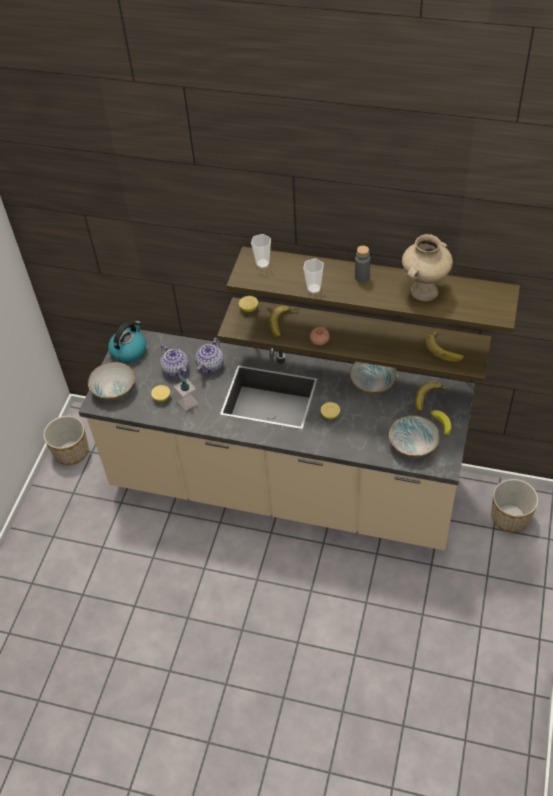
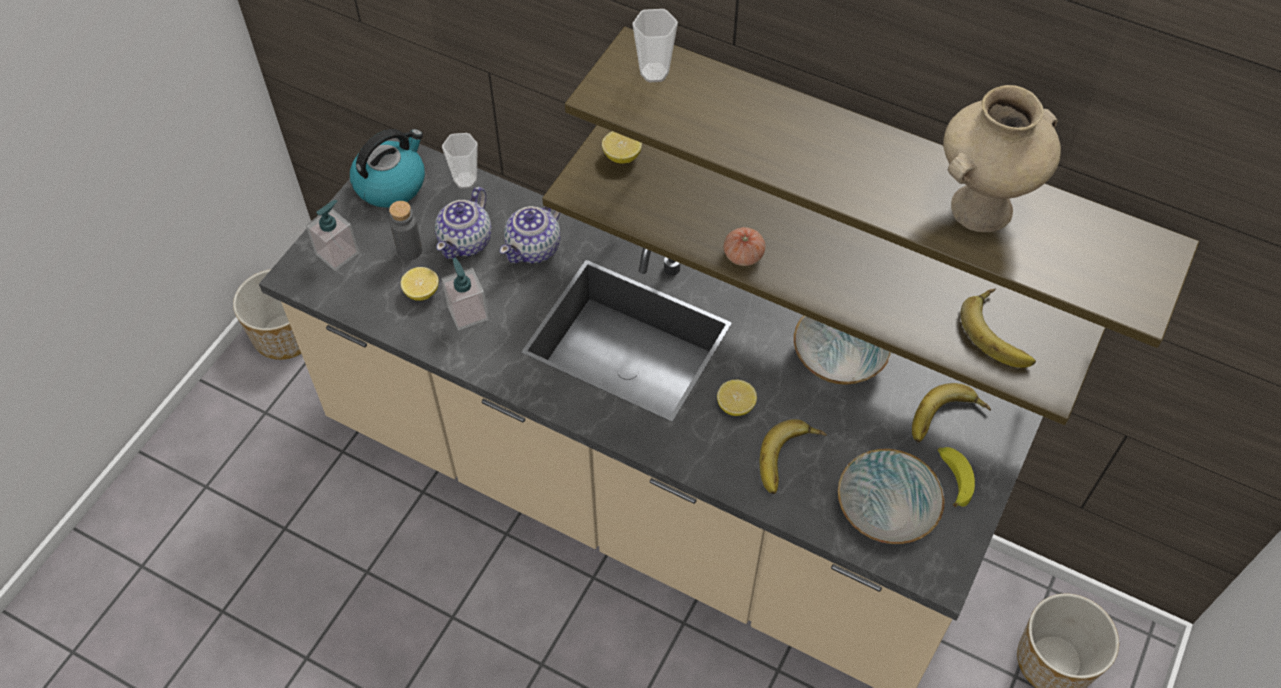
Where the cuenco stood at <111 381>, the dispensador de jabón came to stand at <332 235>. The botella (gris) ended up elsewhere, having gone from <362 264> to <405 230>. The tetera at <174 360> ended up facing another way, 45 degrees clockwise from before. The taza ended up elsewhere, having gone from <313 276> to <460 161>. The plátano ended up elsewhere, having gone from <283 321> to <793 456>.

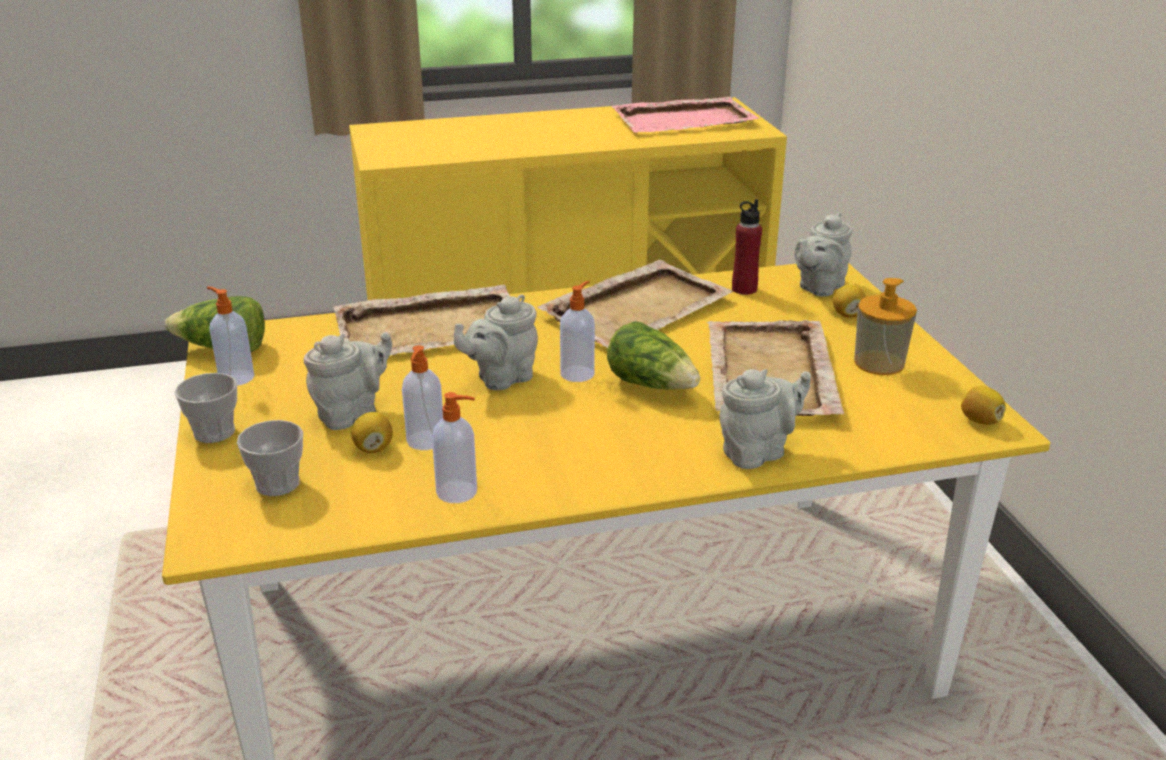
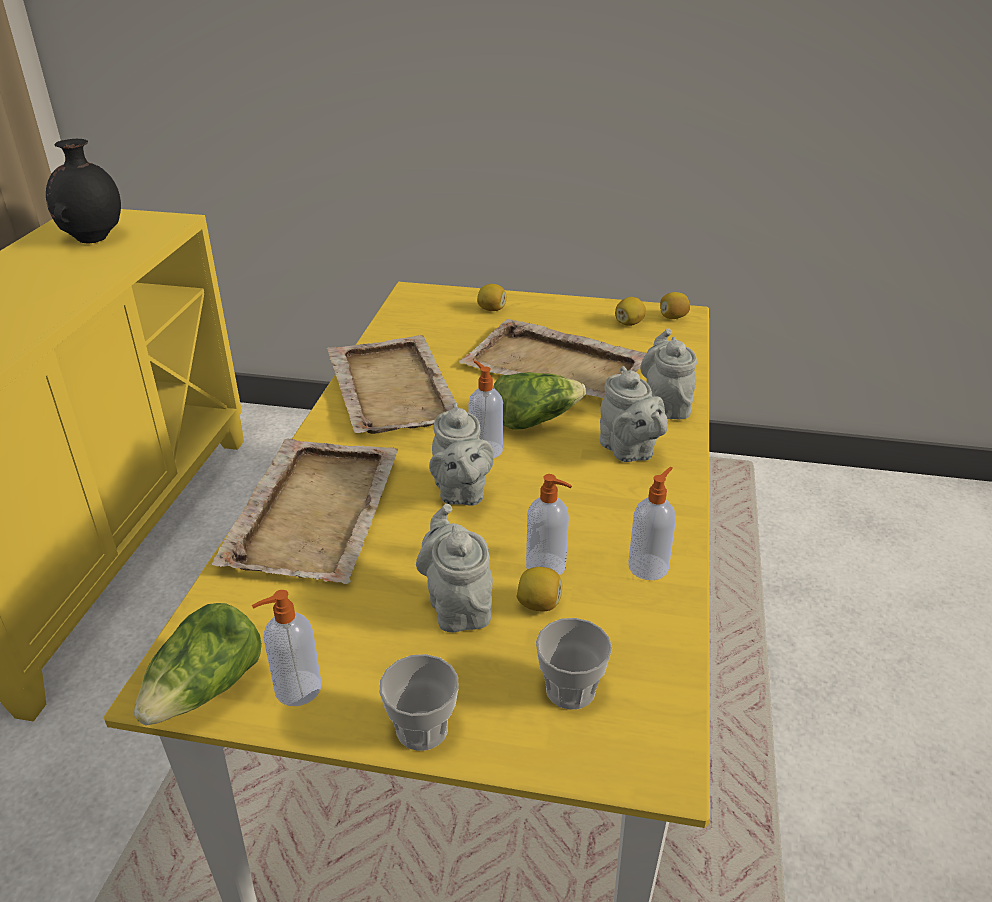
Where the bandeja (rosa) stood at <685 115>, the florero (negro) came to stand at <83 191>. The tetera (gris) ended up elsewhere, having gone from <823 254> to <634 414>. The second view gained the limón at <630 311>. The second view lost the botella (rojo) at <747 247>. The second view lost the dispensador de jabón at <885 326>.

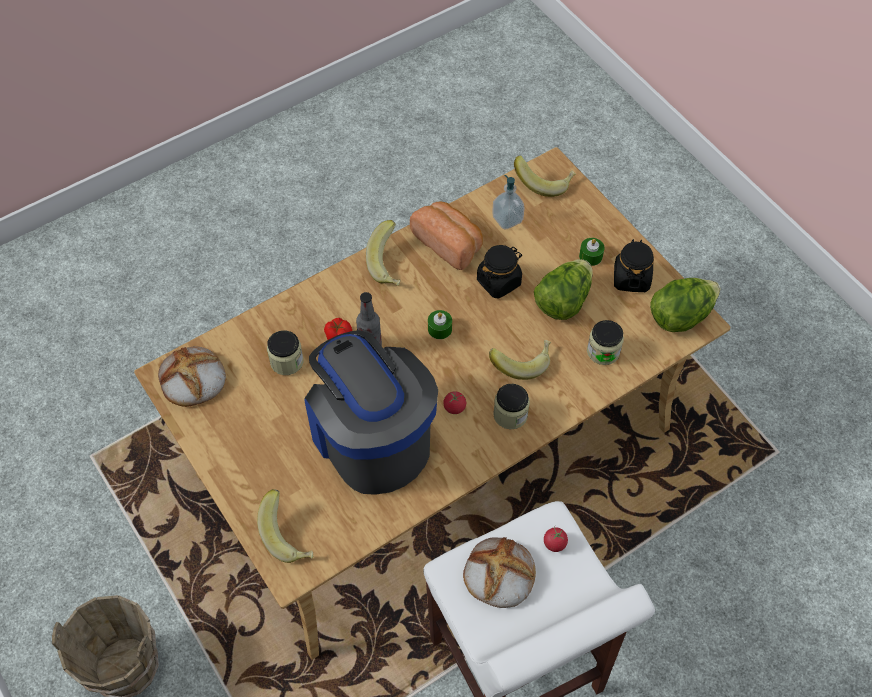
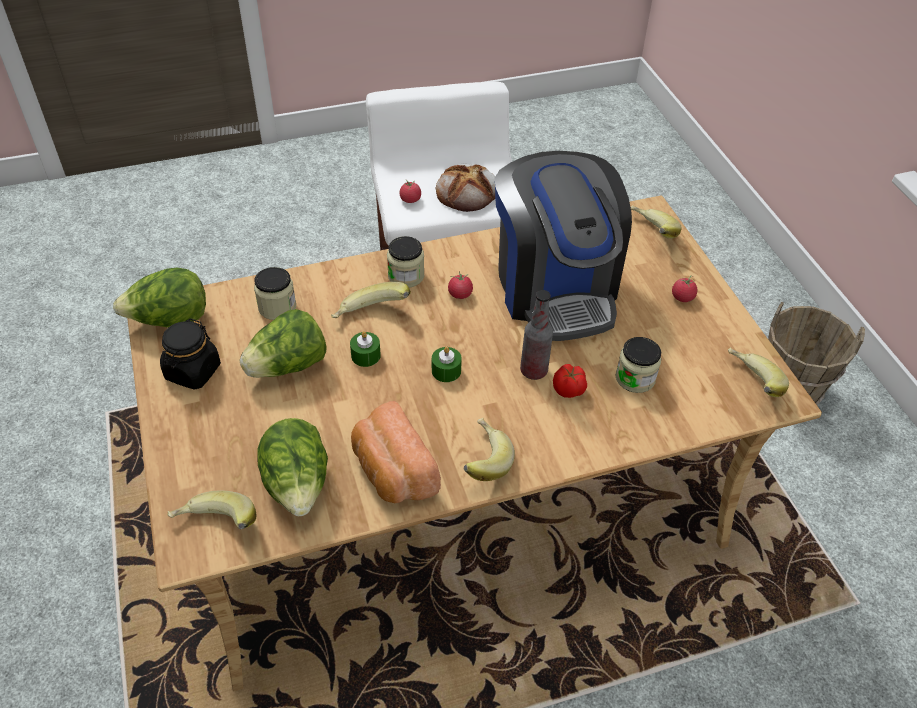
Where the dispensador de jabón stood at <508 202>, the lechuga came to stand at <292 467>. The vela (verde) ended up elsewhere, having gone from <591 252> to <365 349>. The second view gained the tomate at <685 288>. Where the pan stood at <192 376>, the plátano came to stand at <758 372>. The second view lost the tarro (negro) at <499 272>.

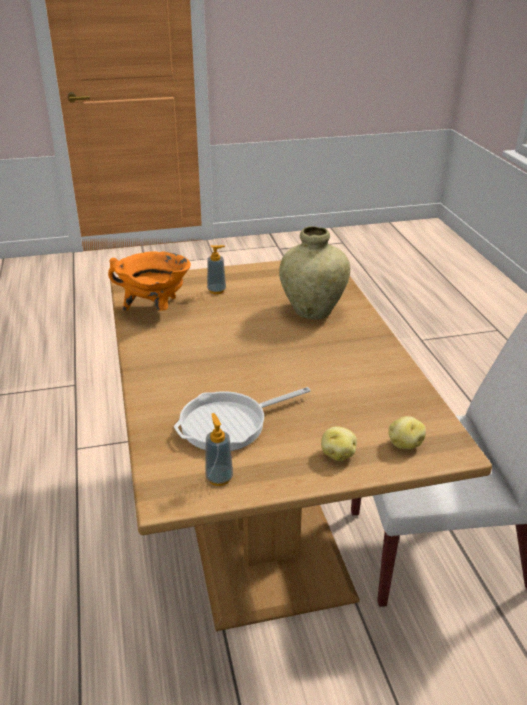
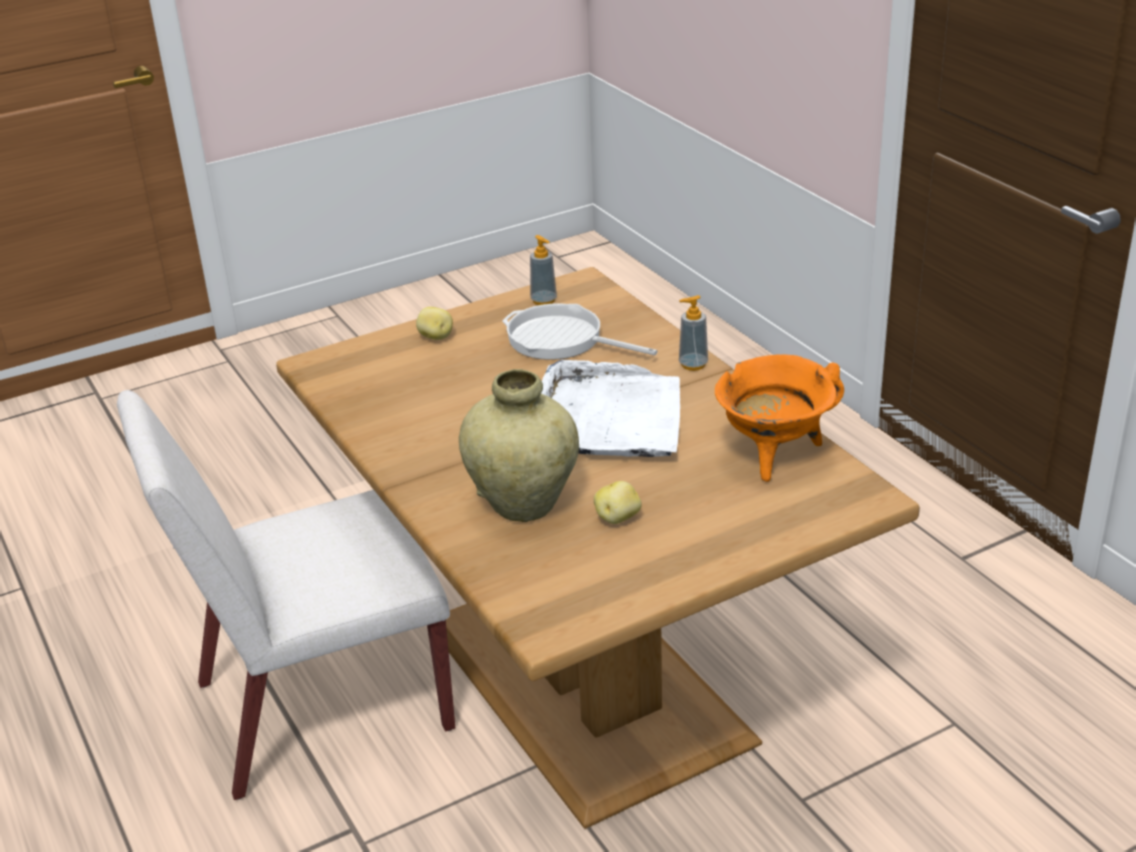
The sartén at <242 419> ended up facing another way, 105 degrees counterclockwise from before. The second view gained the bandeja (blanco) at <610 408>. The patata ended up elsewhere, having gone from <407 432> to <618 502>. The dispensador de jabón ended up elsewhere, having gone from <216 269> to <693 333>.

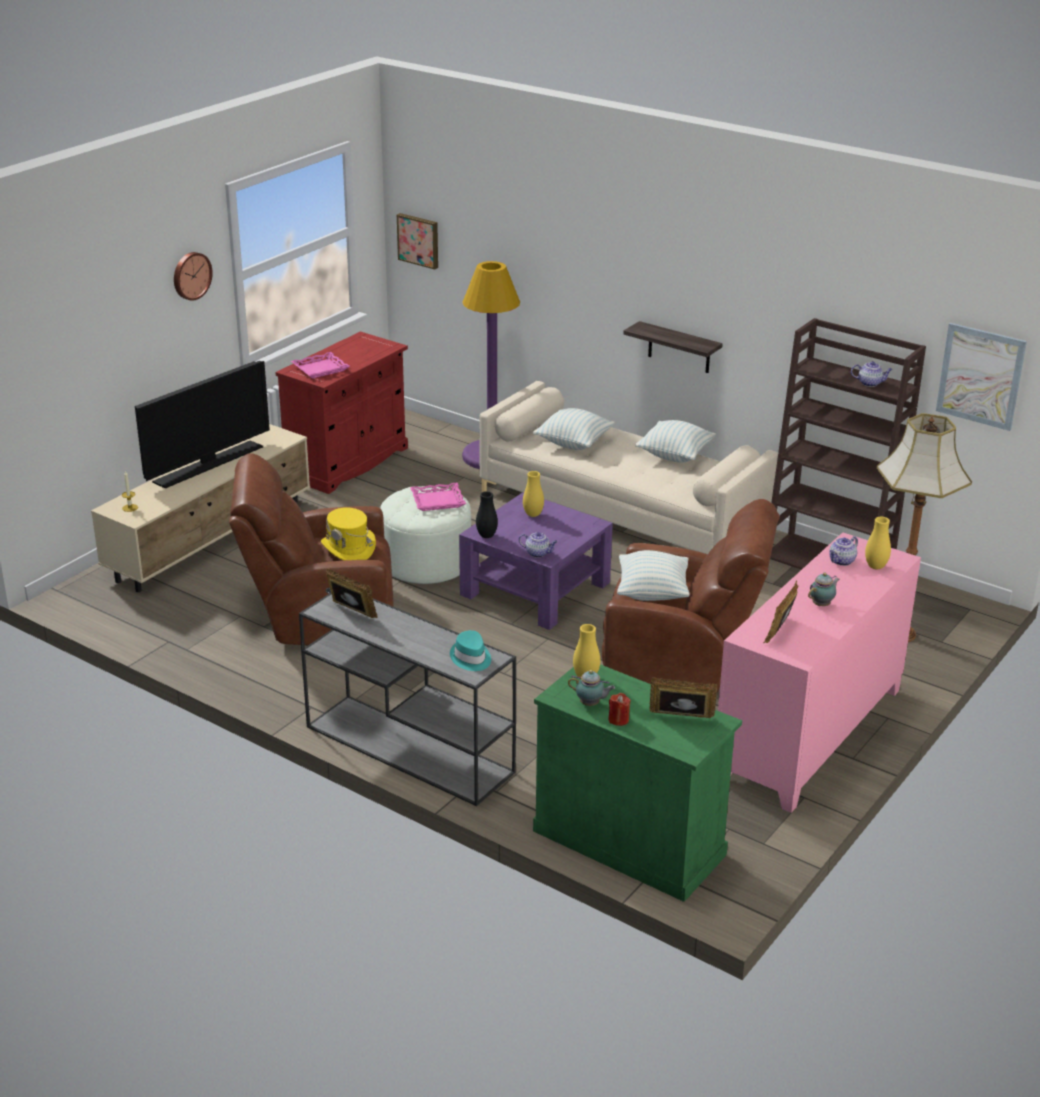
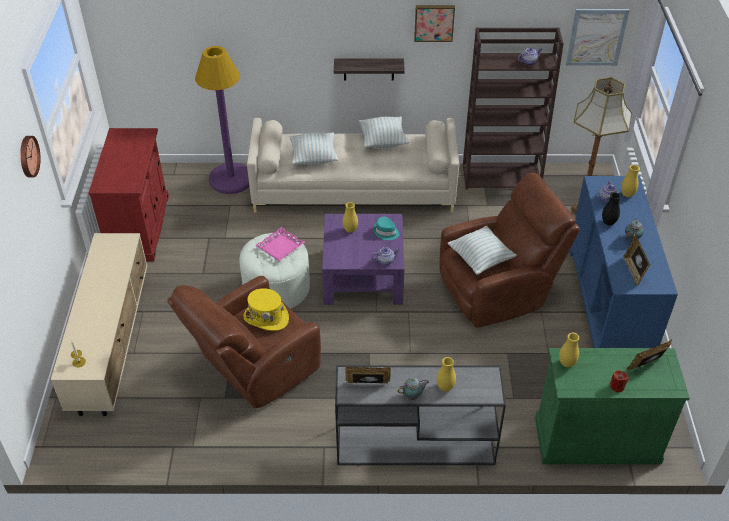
The sombrero (turquesa) ended up elsewhere, having gone from <470 650> to <386 228>. The tetera ended up elsewhere, having gone from <591 688> to <413 388>. The cuadro ended up elsewhere, having gone from <417 241> to <434 23>. The second view gained the florero (amarillo) at <446 374>. What was the armario (rosa) at <819 672> turned into the armario (azul) at <623 262>. The florero (negro) ended up elsewhere, having gone from <487 514> to <611 209>. The second view lost the televisor at <202 425>. The second view lost the bandeja (rosa) at <320 365>.

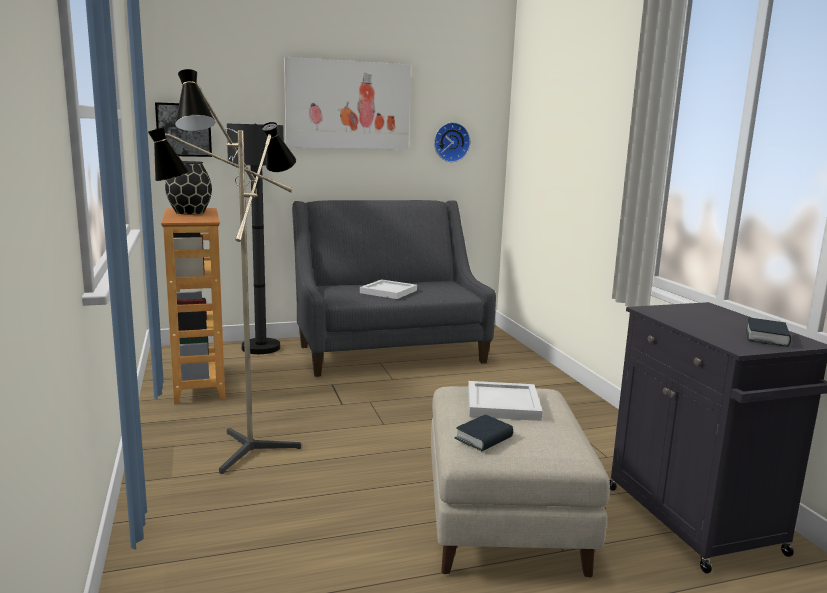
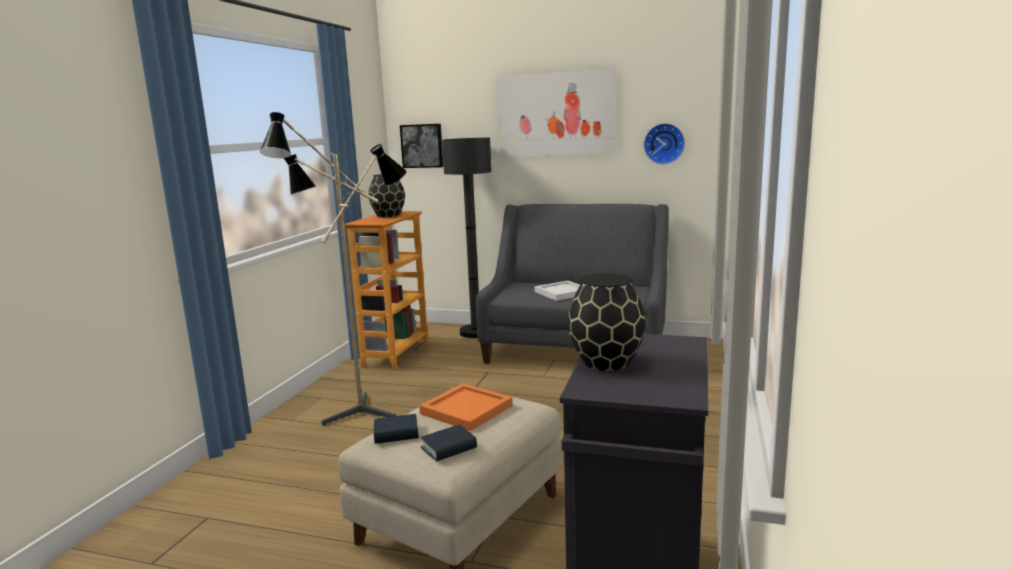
What was the bandeja (blanco) at <505 401> turned into the bandeja (naranja) at <466 407>. The libro ended up elsewhere, having gone from <768 332> to <449 443>. The second view gained the florero (negro) at <607 322>.

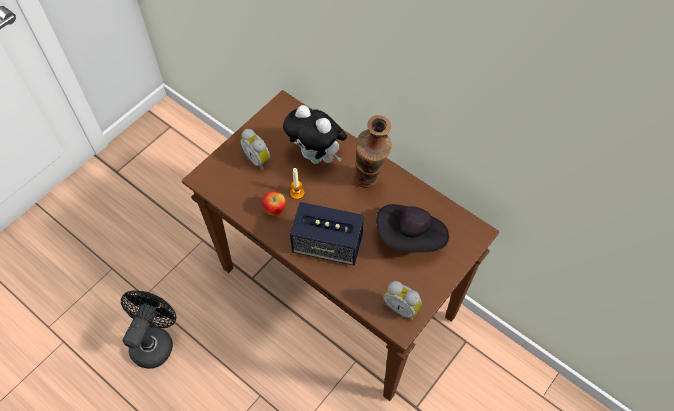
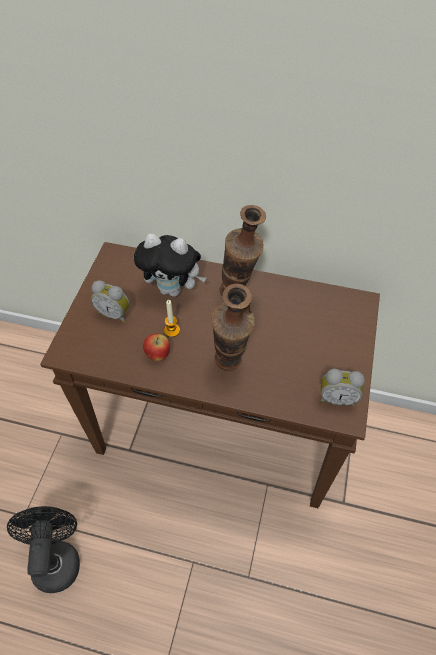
Where the altavoz stood at <327 234>, the florero came to stand at <233 327>. The second view lost the sombrero (negro) at <412 228>.

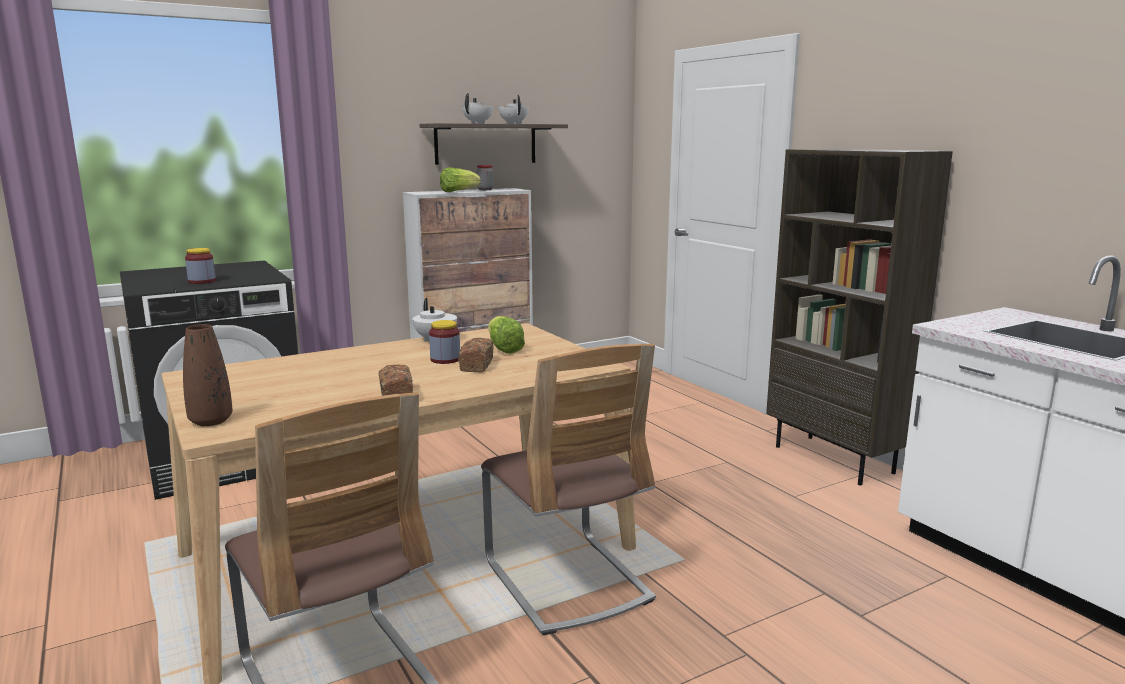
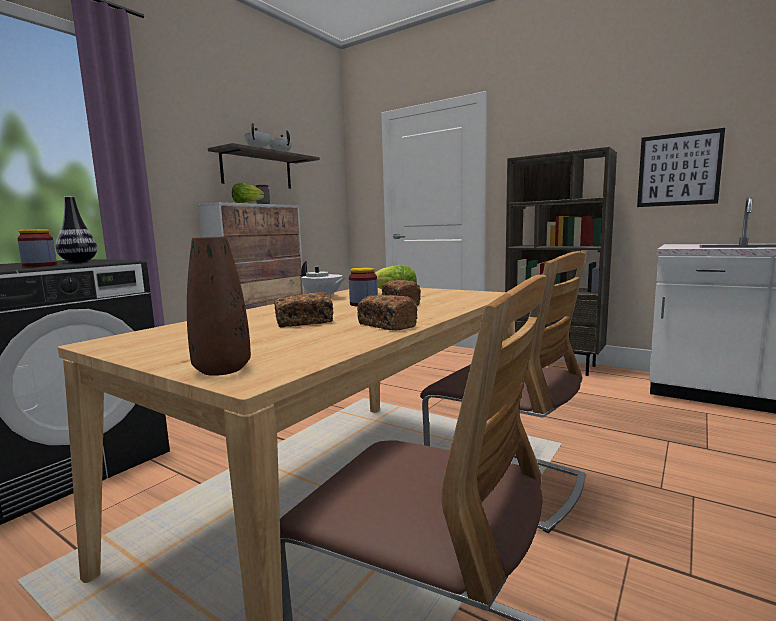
The second view gained the florero at <76 230>. The second view gained the pan at <304 310>. The second view gained the cuadro at <681 167>.

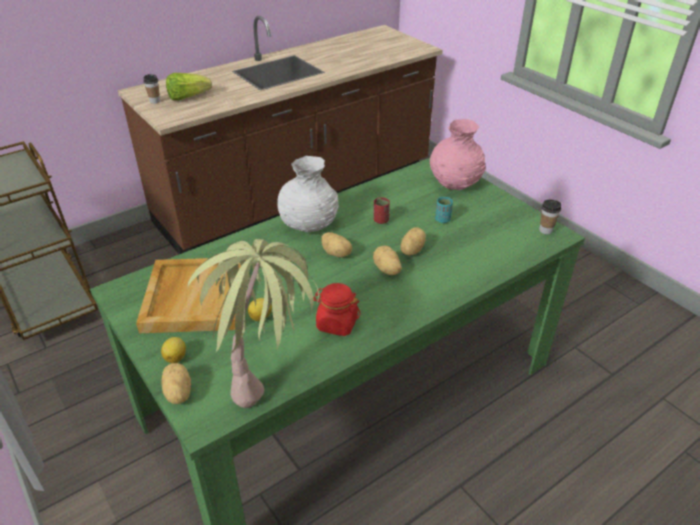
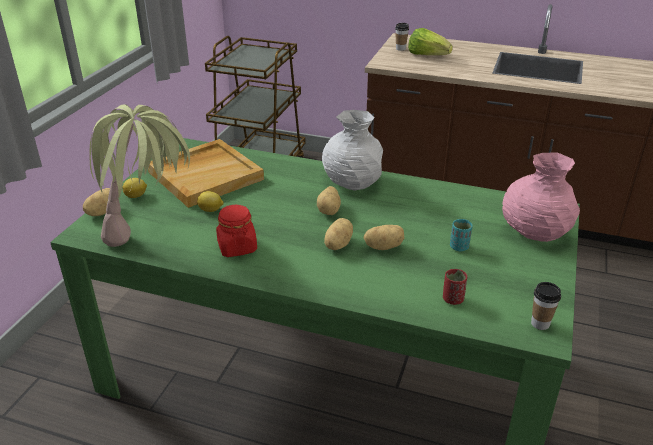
The taza (rojo) ended up elsewhere, having gone from <381 210> to <455 287>.

